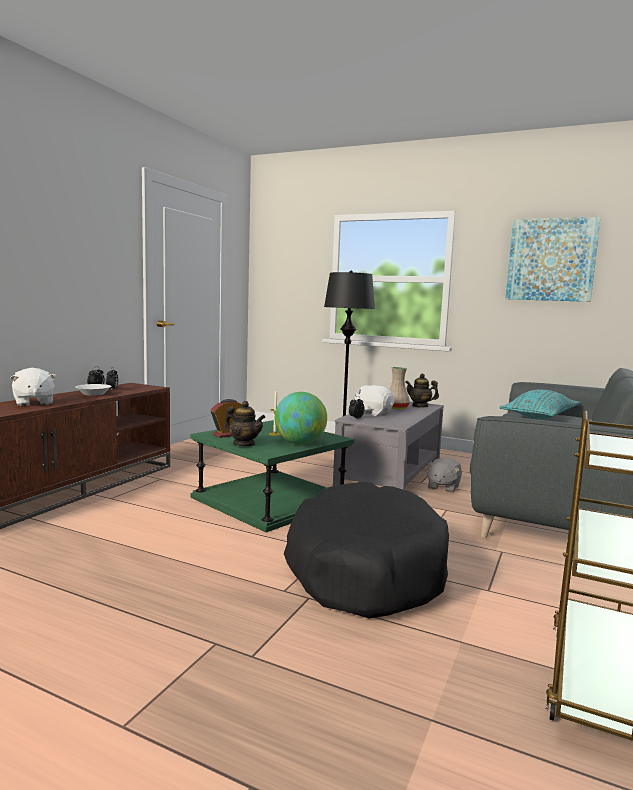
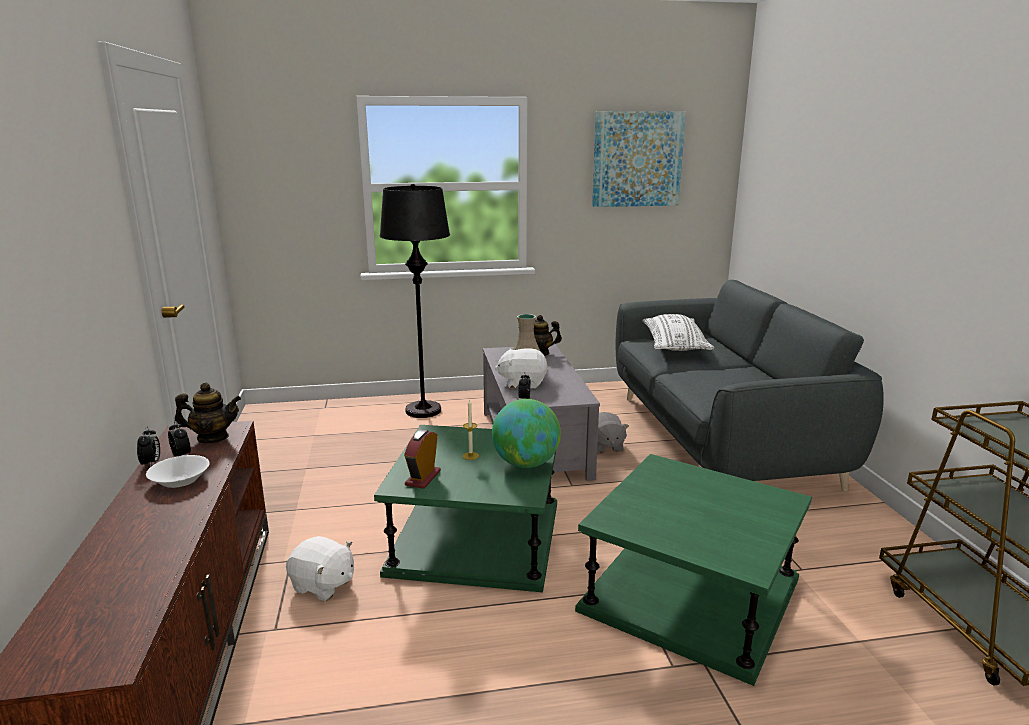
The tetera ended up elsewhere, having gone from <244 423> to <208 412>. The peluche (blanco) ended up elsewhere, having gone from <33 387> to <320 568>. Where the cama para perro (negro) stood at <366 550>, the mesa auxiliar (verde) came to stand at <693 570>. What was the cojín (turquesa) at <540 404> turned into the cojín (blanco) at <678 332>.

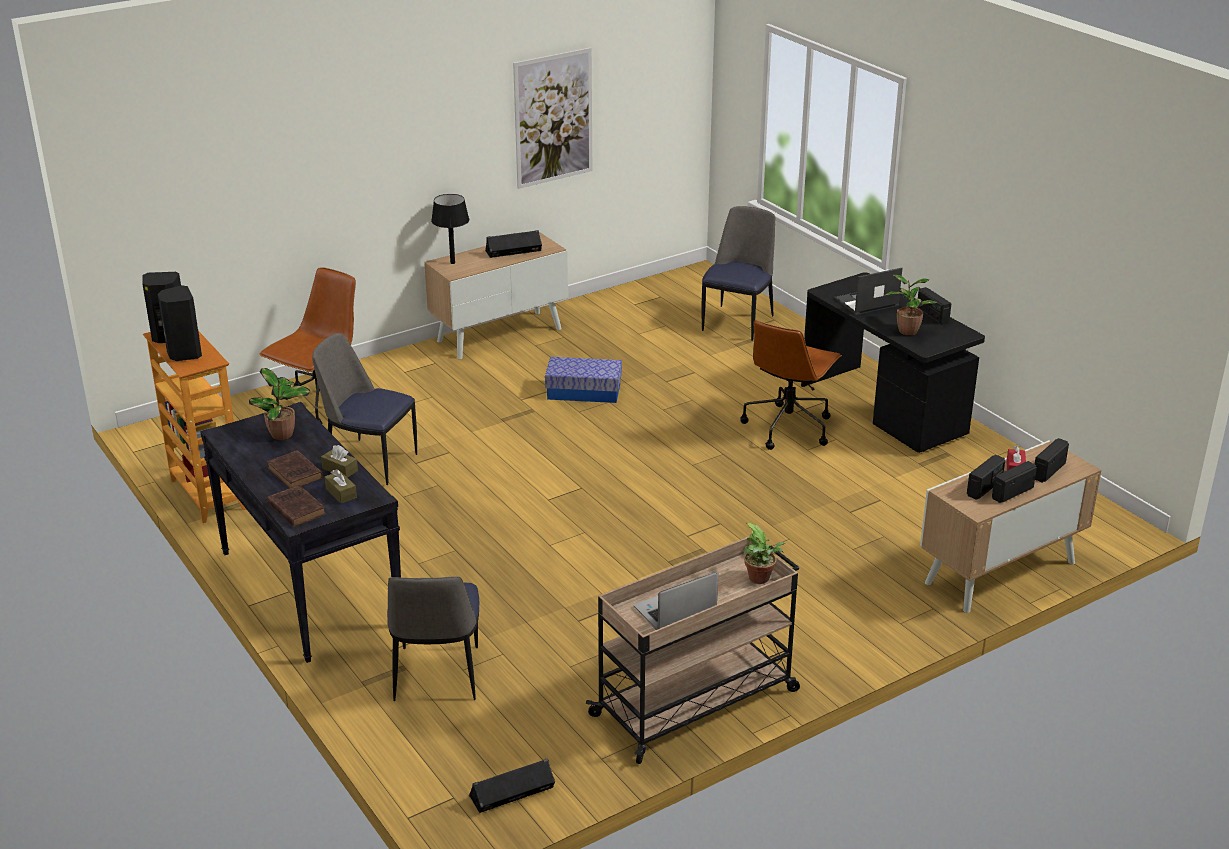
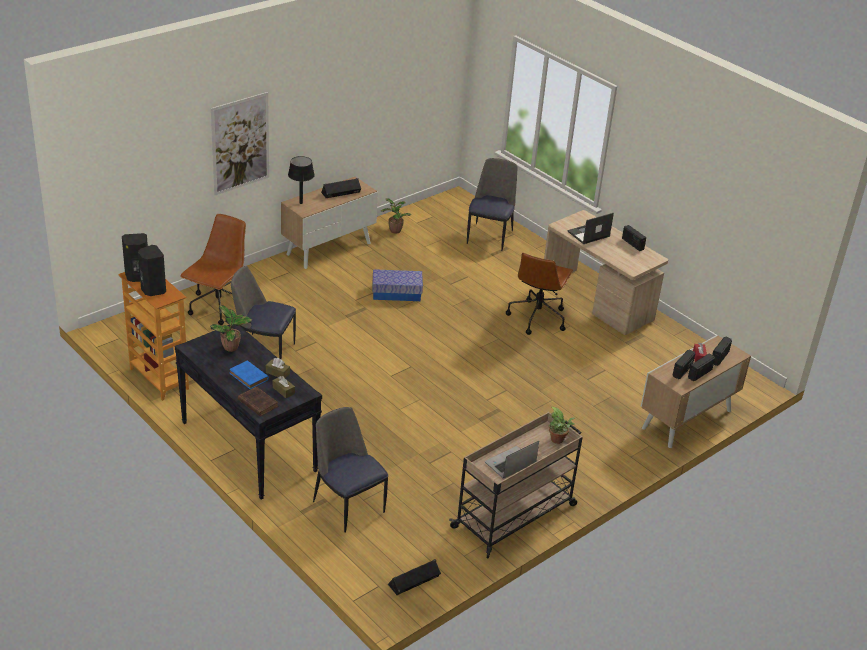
The cuadro ended up elsewhere, having gone from <552 118> to <240 143>. What was the libro (marrón) at <295 469> turned into the libro (azul) at <249 374>. The silla at <433 638> ended up facing another way, 150 degrees clockwise from before. The planta en maceta ended up elsewhere, having gone from <911 304> to <396 216>. What was the escritorio (negro) at <893 362> turned into the escritorio (beis) at <606 272>.

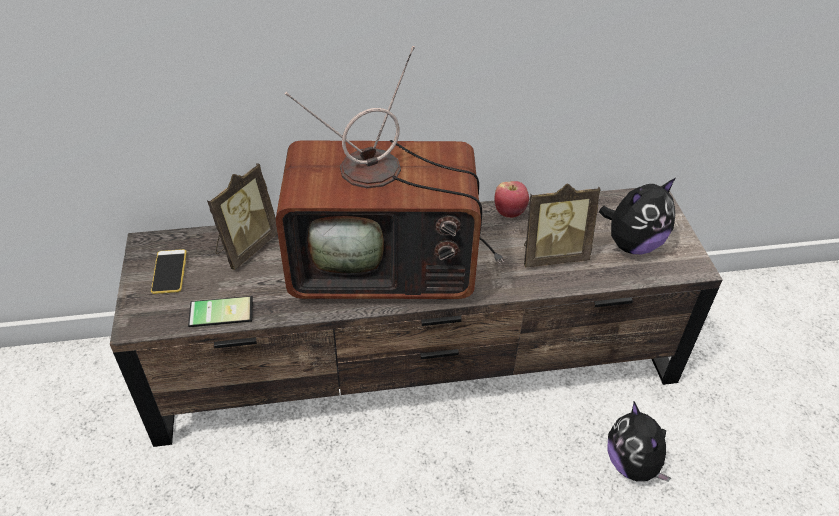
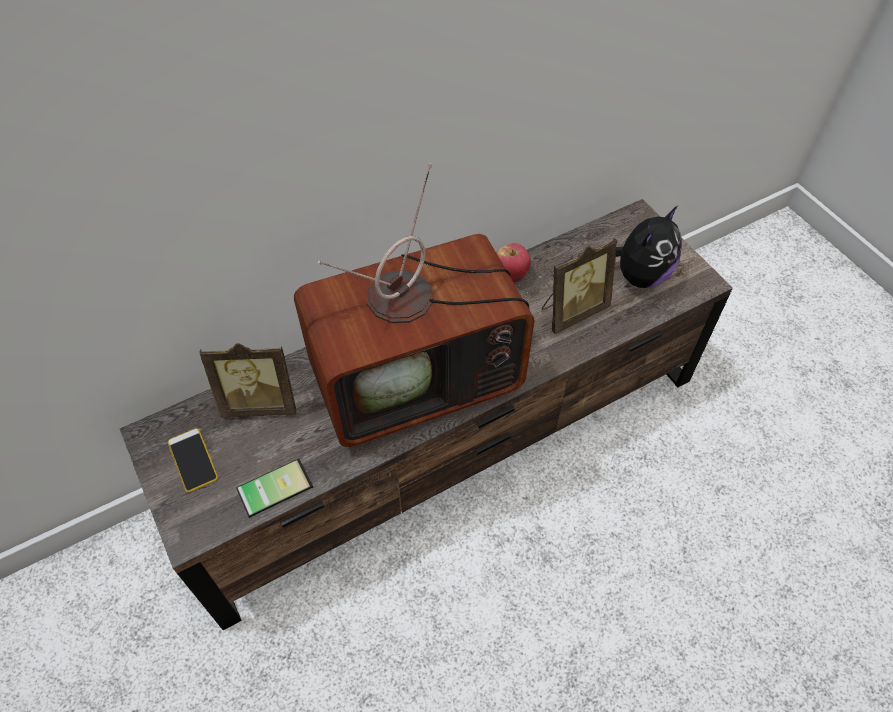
The portarretratos at <242 216> ended up facing another way, 75 degrees clockwise from before. The second view lost the peluche at <639 441>.

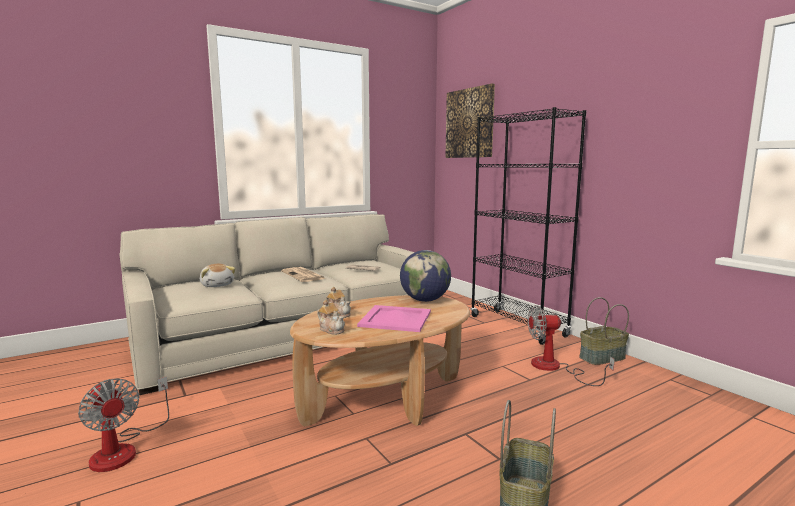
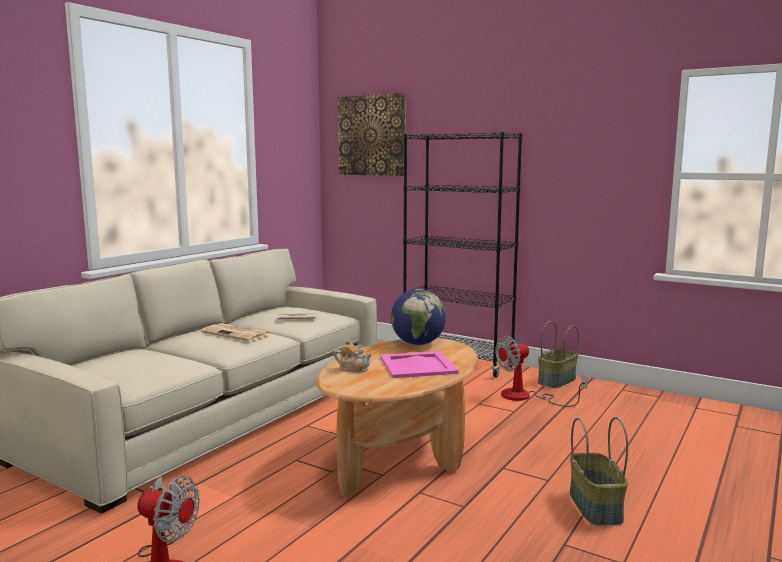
The second view lost the peluche at <217 275>. The second view lost the tetera at <331 317>.

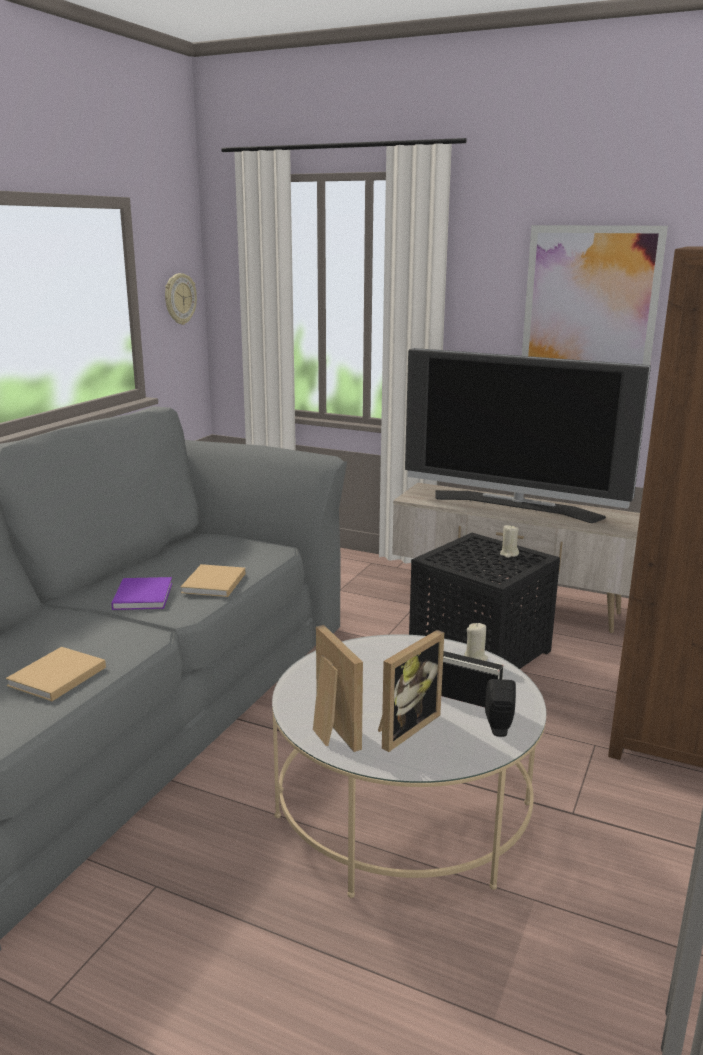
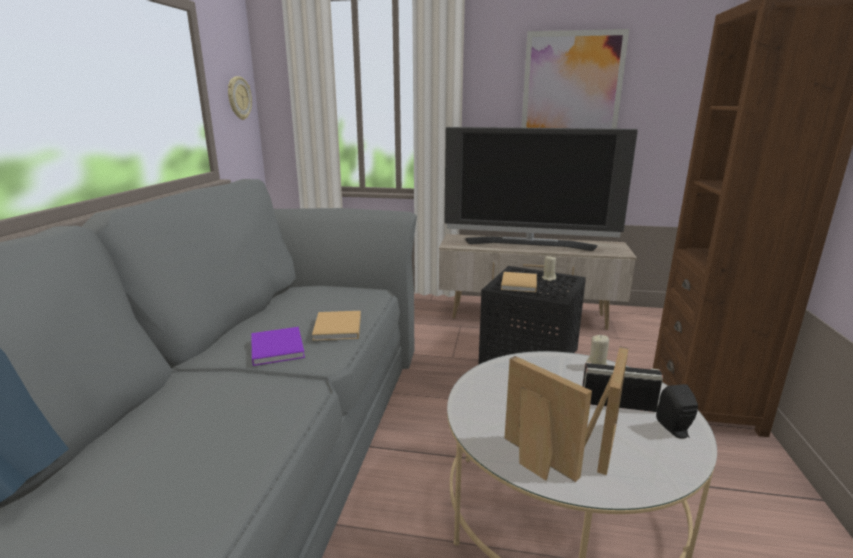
The libro (beis) ended up elsewhere, having gone from <56 674> to <519 282>.

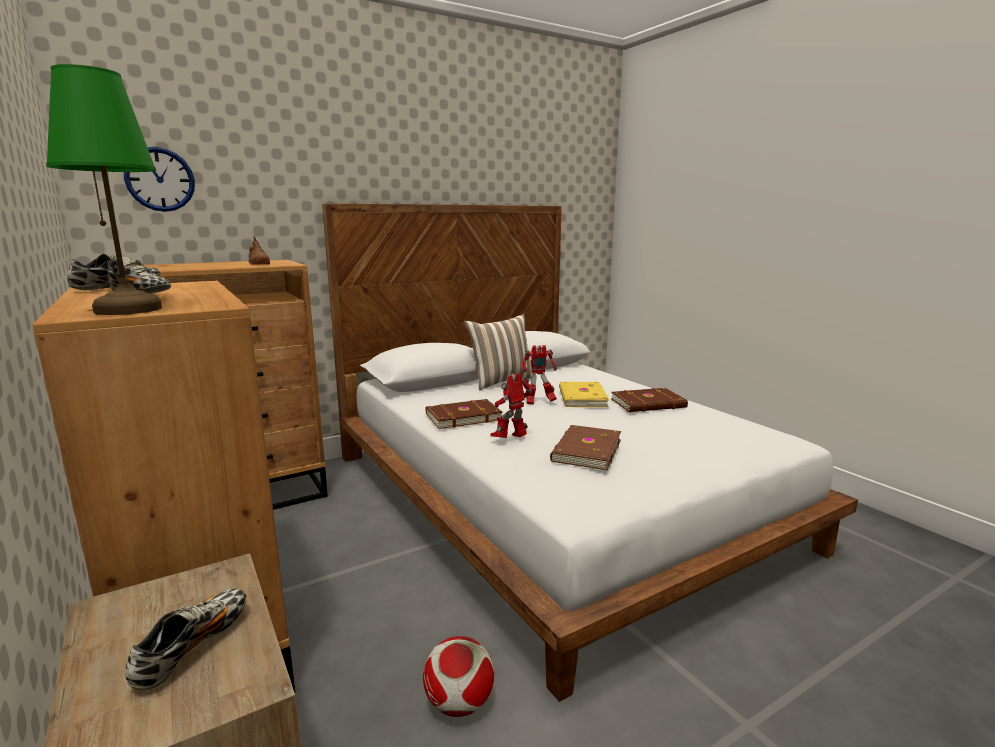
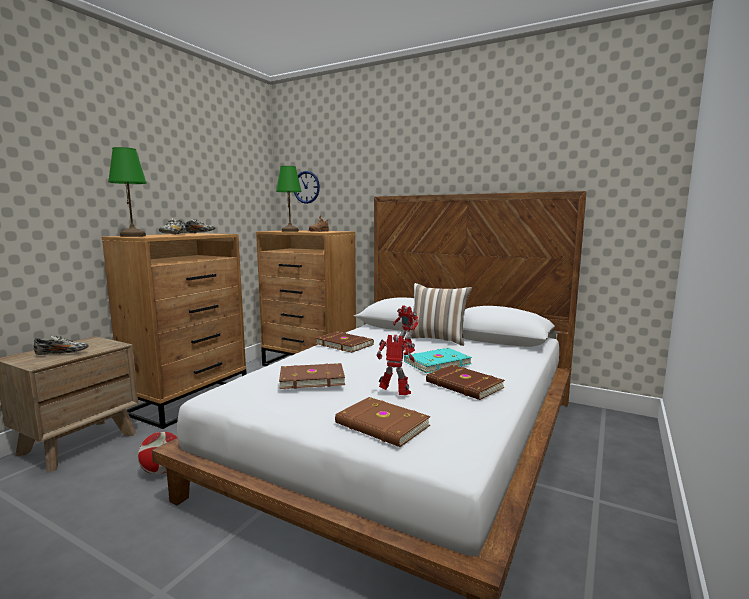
The second view gained the lámpara de mesa (verde) at <289 199>. The second view gained the libro (marrón) at <383 422>. The robot de juguete ended up elsewhere, having gone from <511 405> to <395 365>. What was the libro (amarillo) at <584 394> turned into the libro (turquesa) at <438 360>.

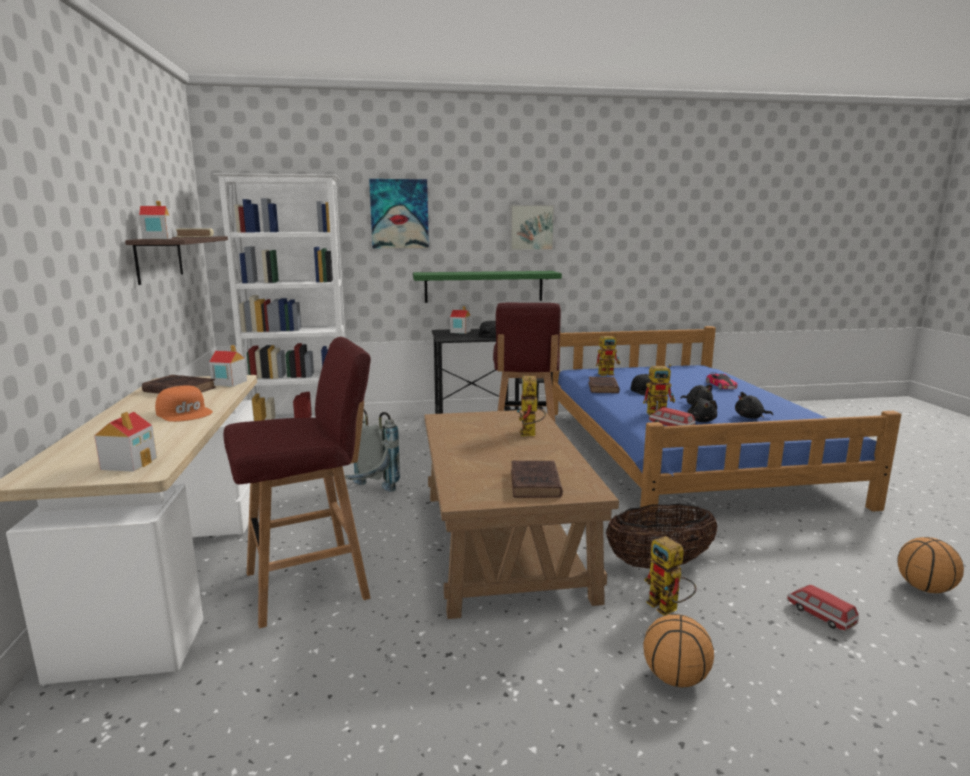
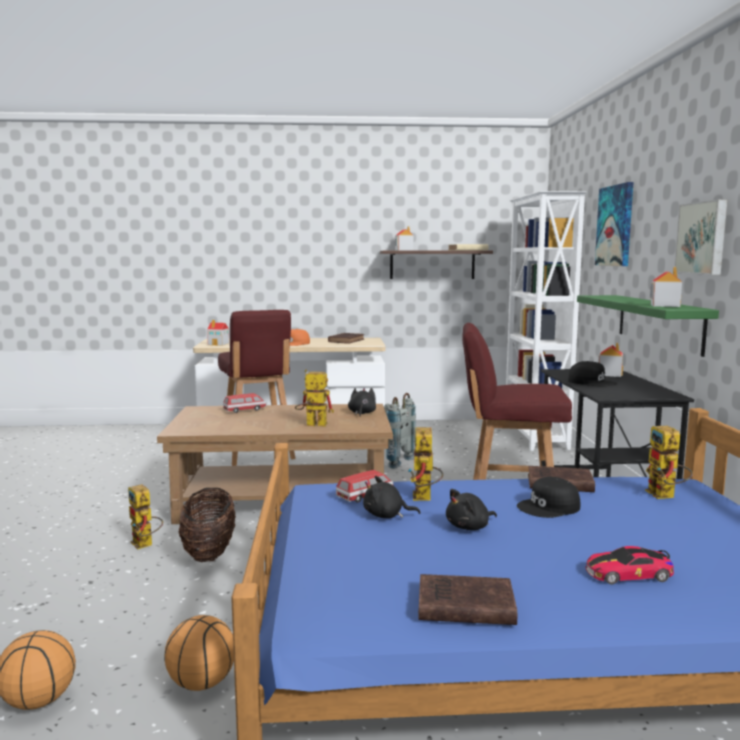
The robot de juguete at <670 575> ended up facing another way, 105 degrees counterclockwise from before. The balón de baloncesto ended up elsewhere, having gone from <678 650> to <199 653>. The coche de juguete ended up elsewhere, having gone from <822 608> to <245 403>. The peluche (negro) ended up elsewhere, having gone from <754 405> to <362 402>. The libro (marrón) ended up elsewhere, having gone from <537 479> to <467 599>. The casita ended up elsewhere, having gone from <228 366> to <666 286>.

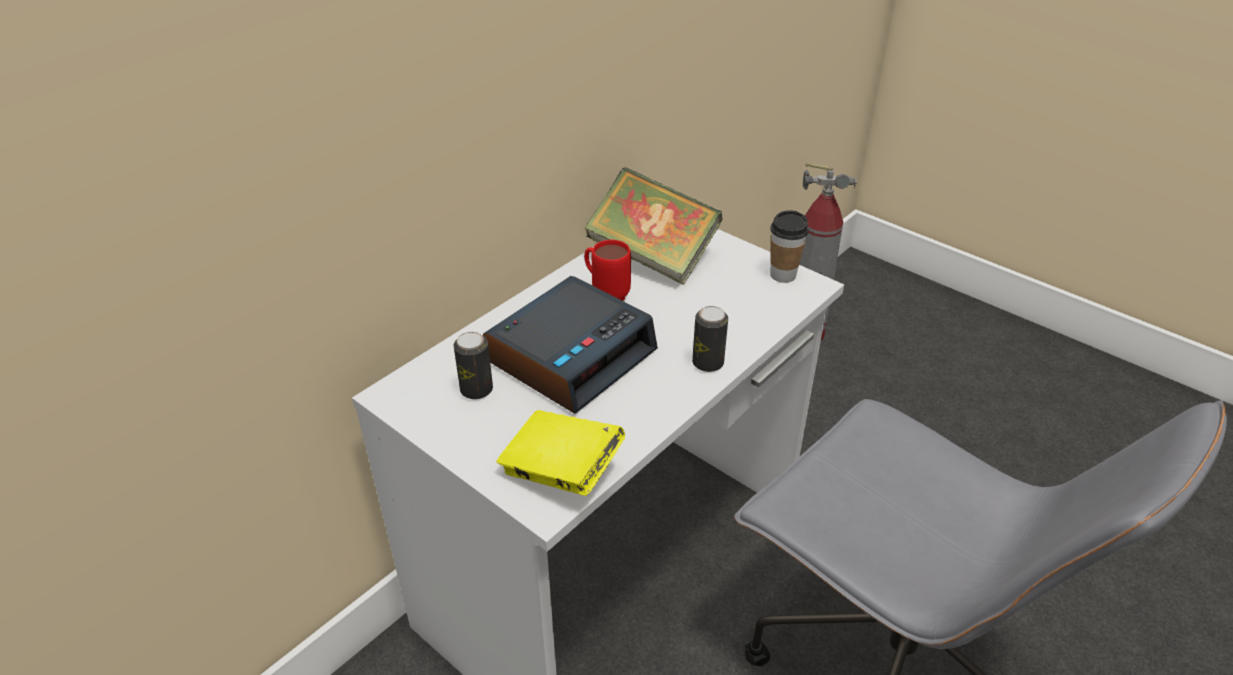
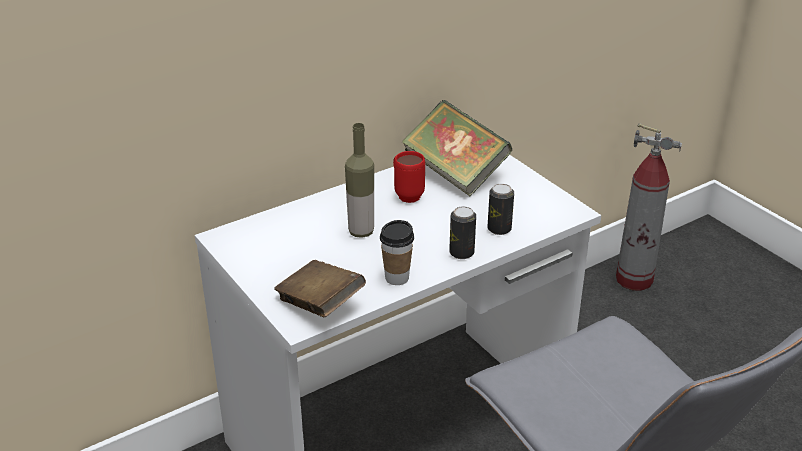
What was the libro (amarillo) at <560 453> turned into the libro (marrón) at <320 289>. Where the despertador stood at <570 345>, the botella came to stand at <359 180>. The taza ended up elsewhere, having gone from <789 246> to <397 252>. The lata ended up elsewhere, having gone from <473 365> to <500 209>.

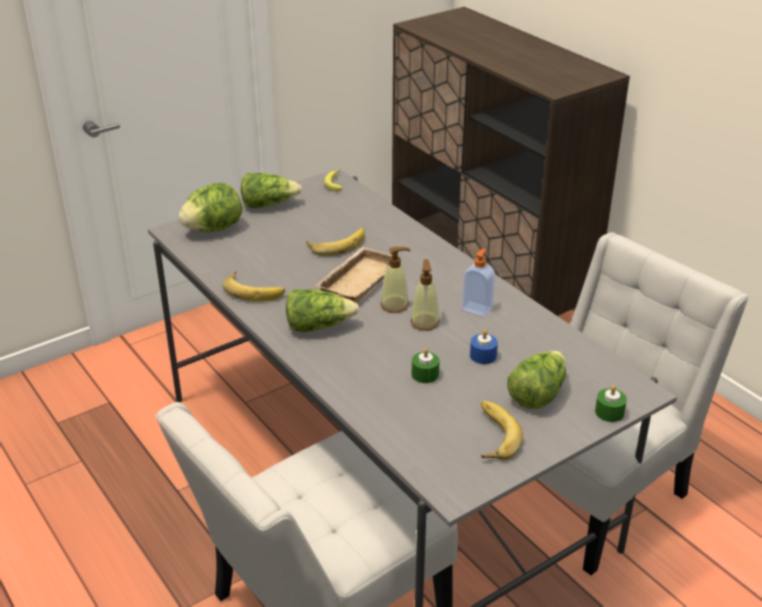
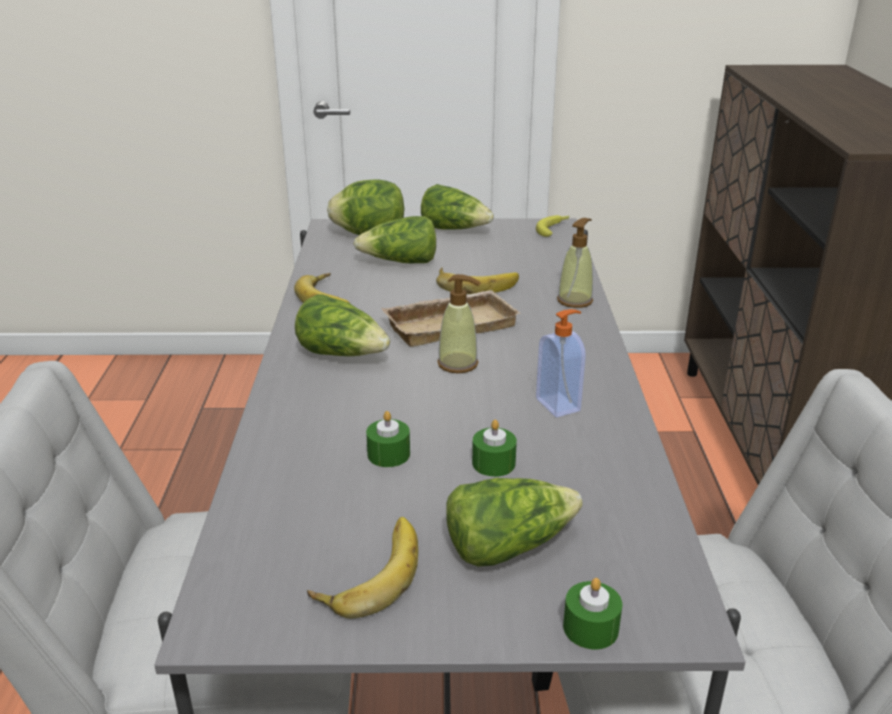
The second view gained the lechuga at <395 239>. What was the vela (azul) at <484 347> turned into the vela (verde) at <494 448>. The dispensador de jabón ended up elsewhere, having gone from <424 295> to <575 263>.

